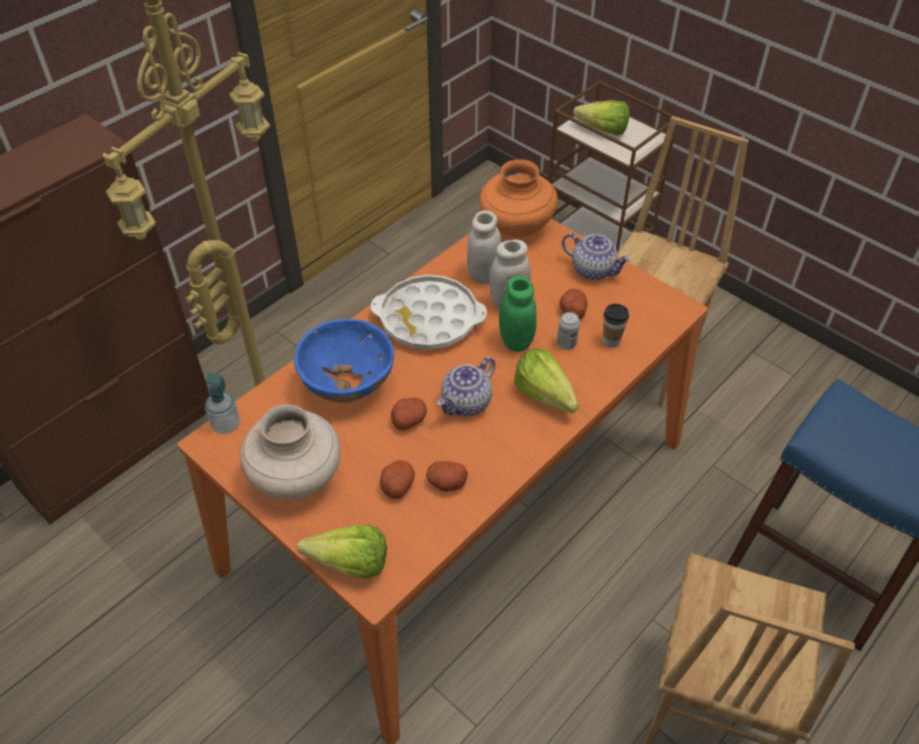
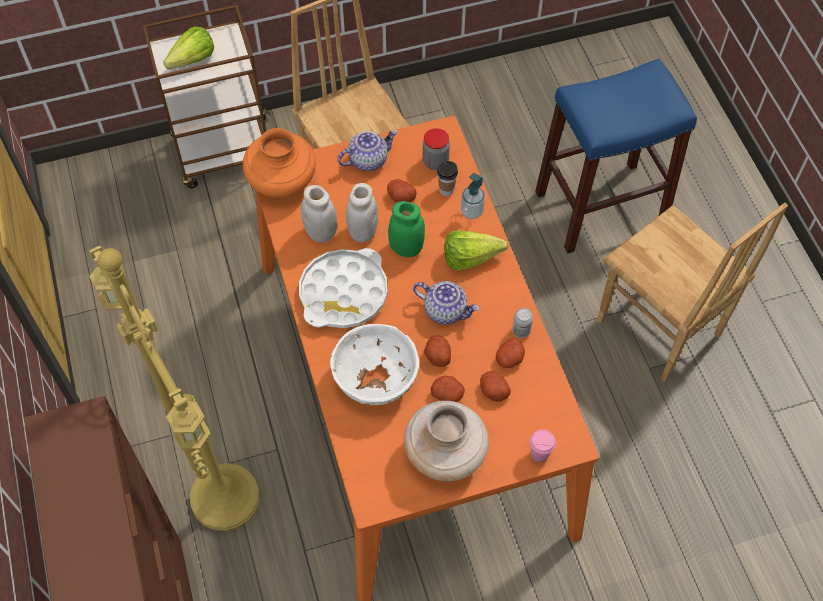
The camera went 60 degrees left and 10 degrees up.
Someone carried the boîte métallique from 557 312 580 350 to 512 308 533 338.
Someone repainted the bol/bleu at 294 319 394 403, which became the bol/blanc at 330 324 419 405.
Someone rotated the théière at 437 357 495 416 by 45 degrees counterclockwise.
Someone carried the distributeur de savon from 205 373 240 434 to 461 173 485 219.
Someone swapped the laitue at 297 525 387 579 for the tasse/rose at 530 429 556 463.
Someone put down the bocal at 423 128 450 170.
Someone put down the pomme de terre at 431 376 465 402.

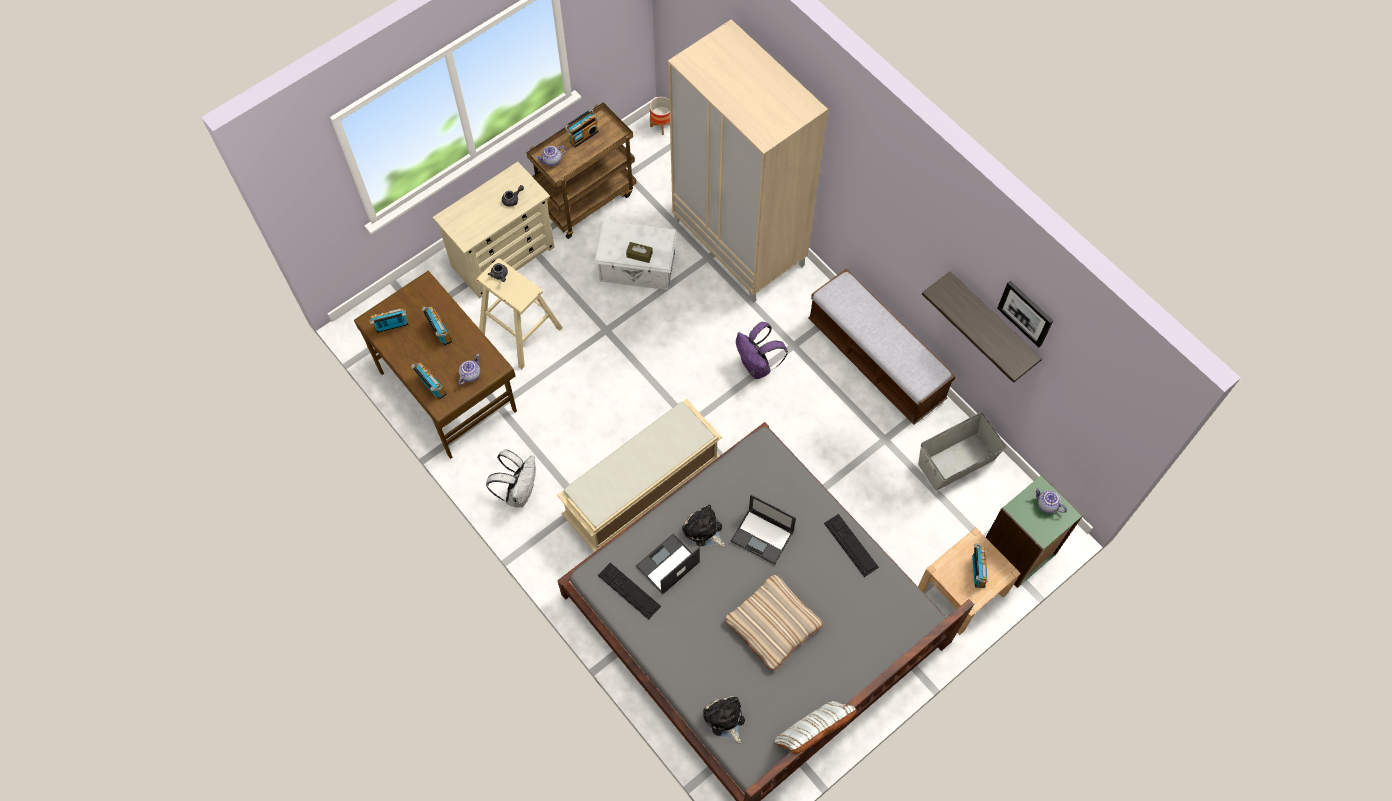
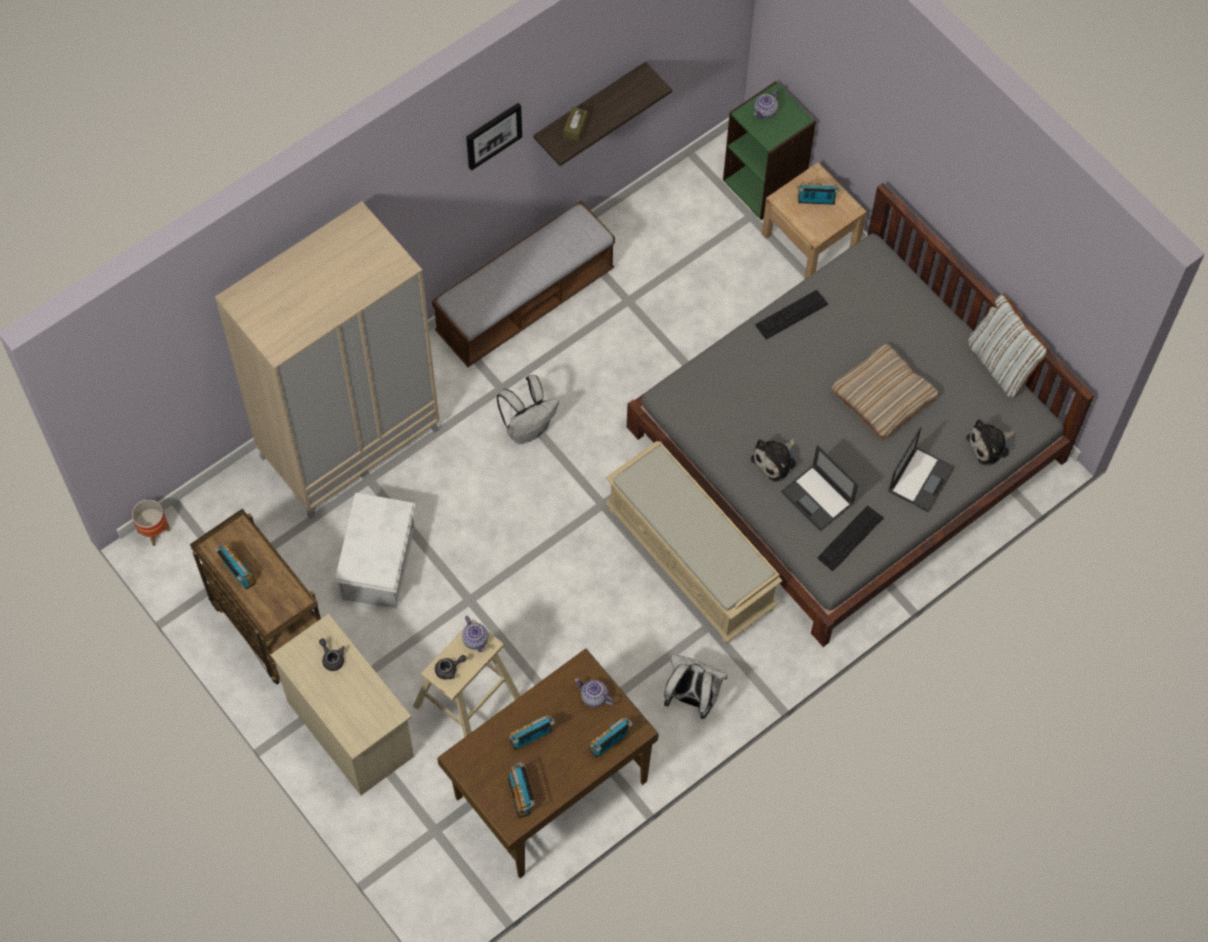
The camera went 90 degrees left and 0 degrees up.
Someone carried the théière from 535 146 566 166 to 462 616 488 652.
Someone carried the boîte à mouchoirs/marron from 626 242 653 263 to 563 107 588 142.
Someone carried the tableau from 997 281 1053 348 to 466 103 522 171.
Someone repainted the sac à dos/violet at 736 322 788 379, which became the sac à dos/blanc at 497 375 559 444.
Someone took away the boîte de rangement/gris at 918 412 1006 491.
Someone carried the ordinateur portable from 731 495 796 565 to 888 427 955 512.

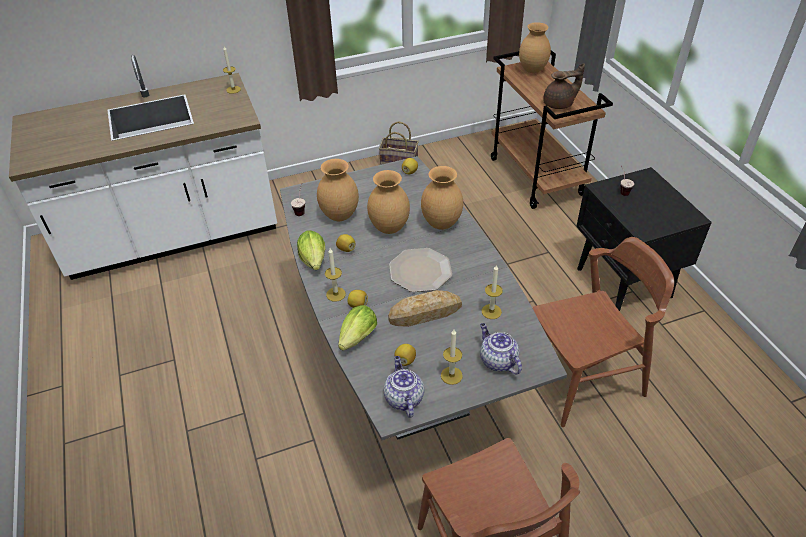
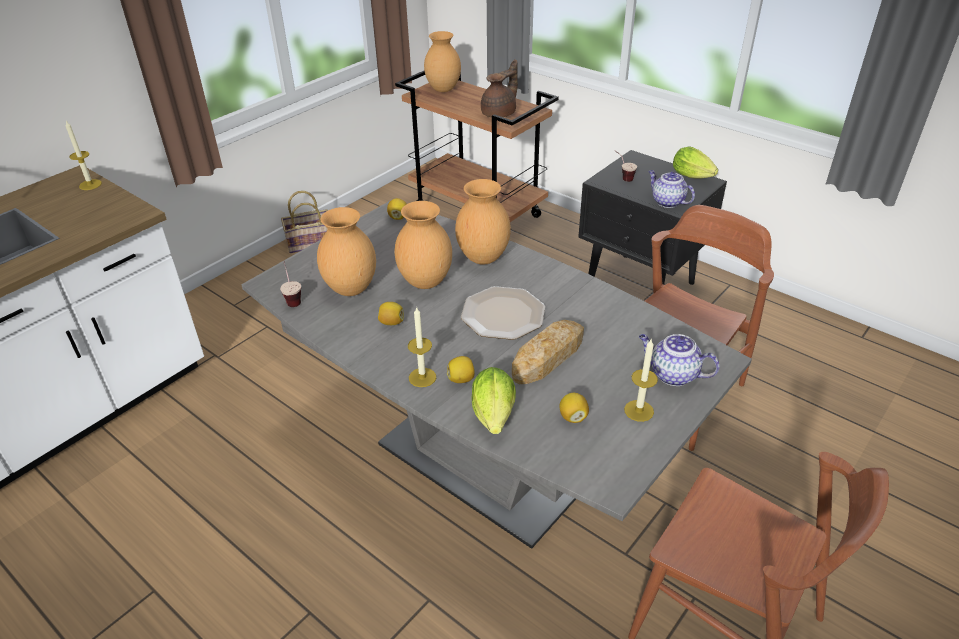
The camera went 30 degrees left and 5 degrees down.
Someone carried the laitue from 297 231 325 270 to 673 146 718 179.
Someone took away the bougie at 482 264 503 319.
Someone carried the théière from 383 356 424 418 to 648 170 695 208.

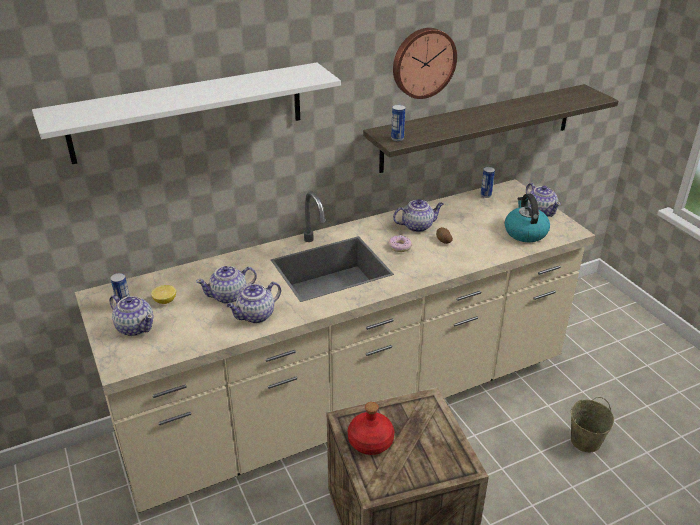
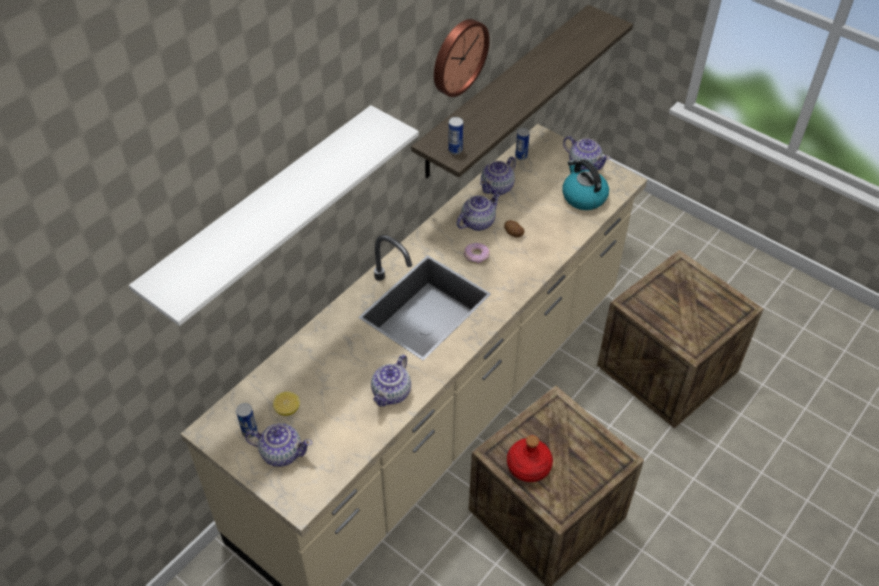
The camera went 25 degrees left and 15 degrees up.
Someone carried the théière from 196 266 257 304 to 480 157 516 195.
Someone swapped the seau/beige at 571 397 614 452 for the caisse at 597 250 763 428.

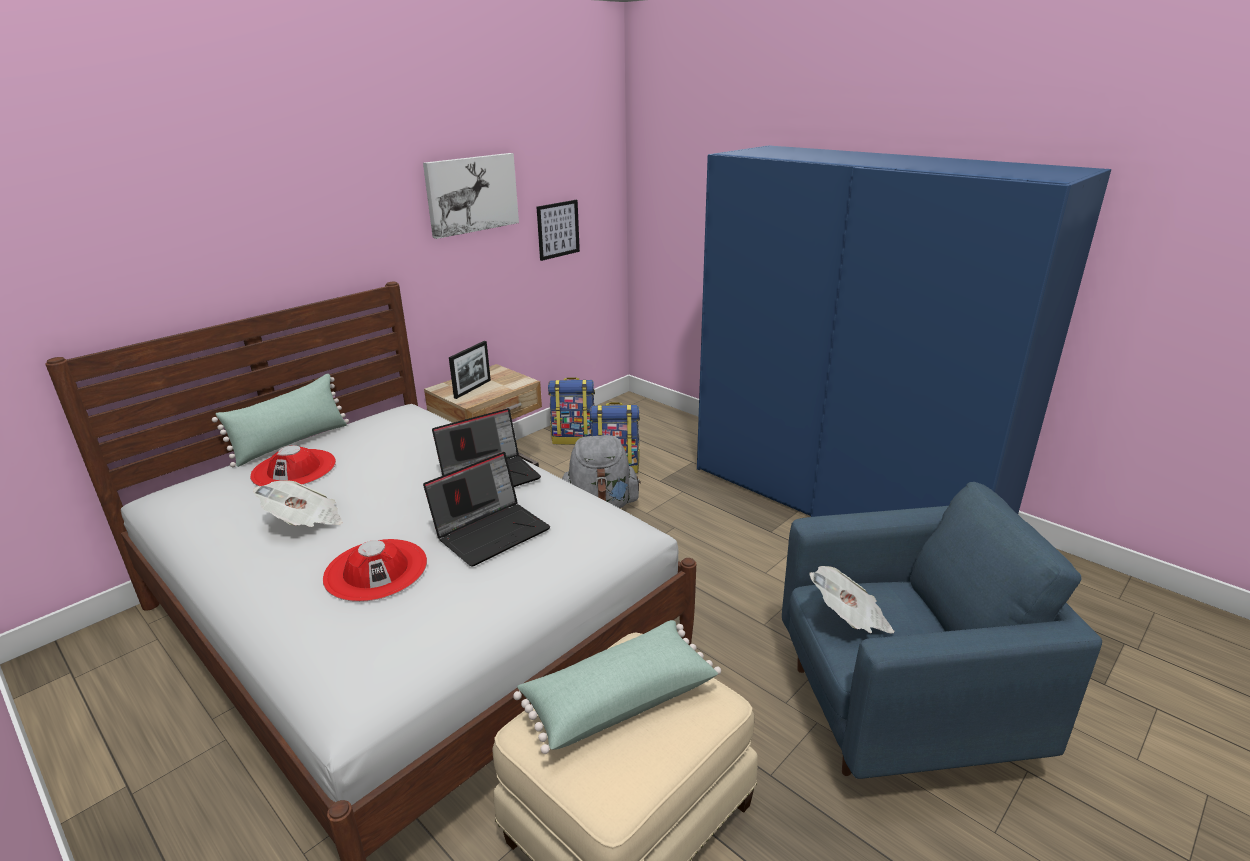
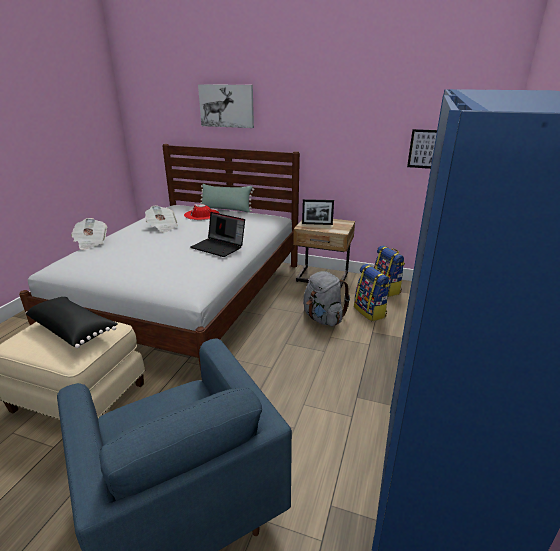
The camera went 65 degrees right and 0 degrees up.
Someone carried the tableau from 423 153 519 239 to 198 84 254 128.
Someone took away the ordinateur portable at 423 452 550 567.
Someone took away the chapeau/rouge at 323 539 427 602.
Someone carried the journal from 809 566 894 634 to 71 218 107 250.
Someone repainted the coussin/vert at 513 620 721 754, which became the coussin/noir at 26 297 118 348.

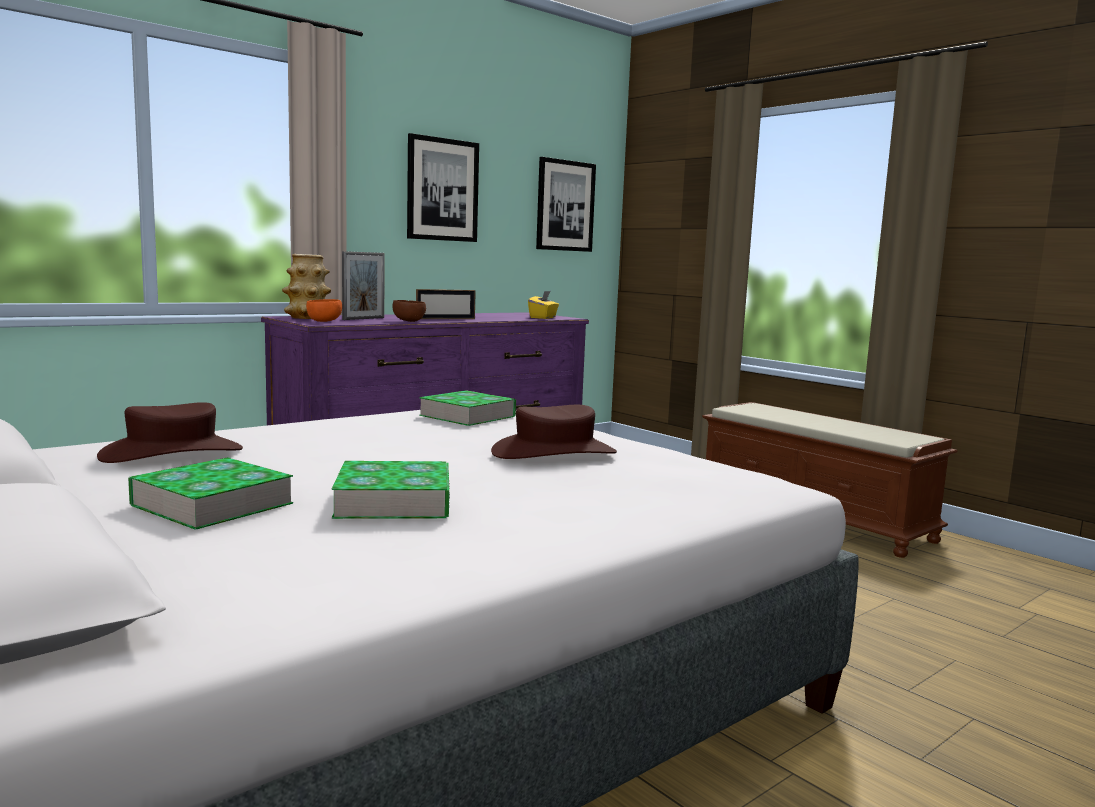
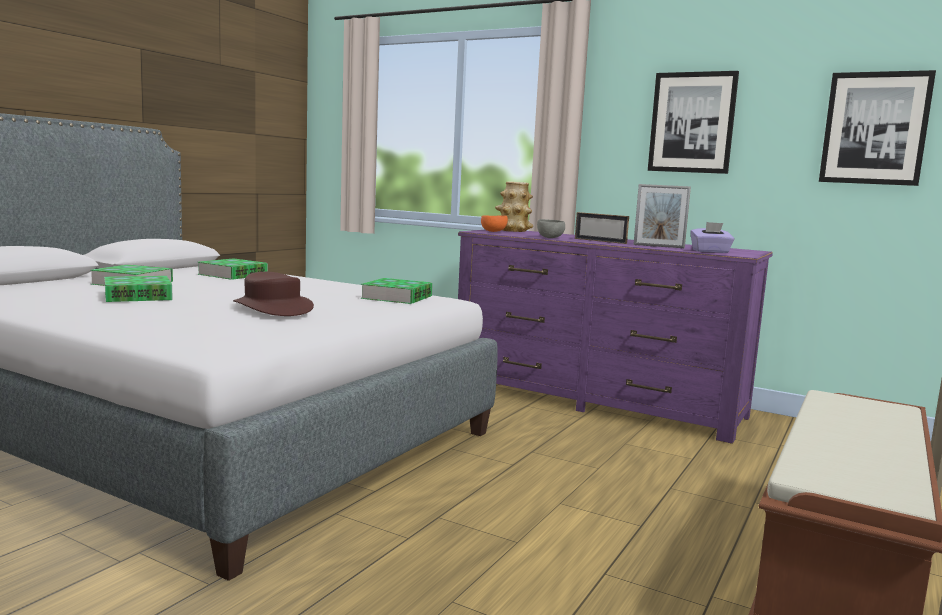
The camera went 70 degrees right and 0 degrees up.
Someone carried the cadre photo from 342 251 385 320 to 633 184 691 248.
Someone repainted the boîte à mouchoirs/jaune at 528 291 559 319, which became the boîte à mouchoirs/violet at 690 222 734 253.
Someone repainted the bol/marron at 392 300 426 322, which became the bol/gris at 537 219 565 238.
Someone swapped the chapeau/marron at 97 402 243 463 for the livre at 198 258 268 280.

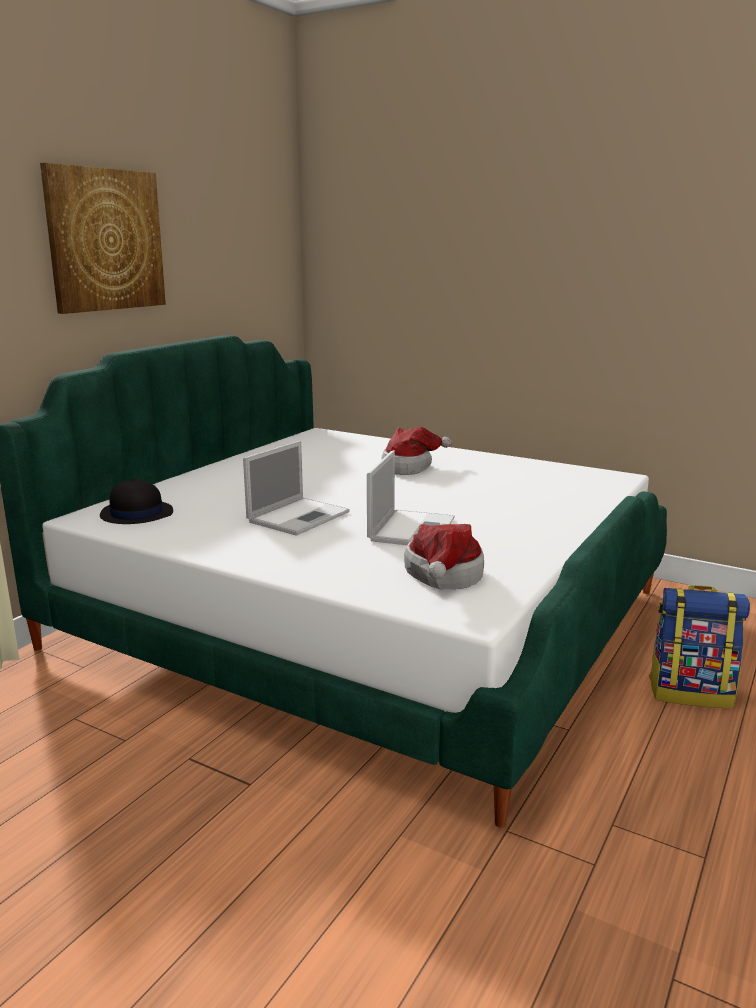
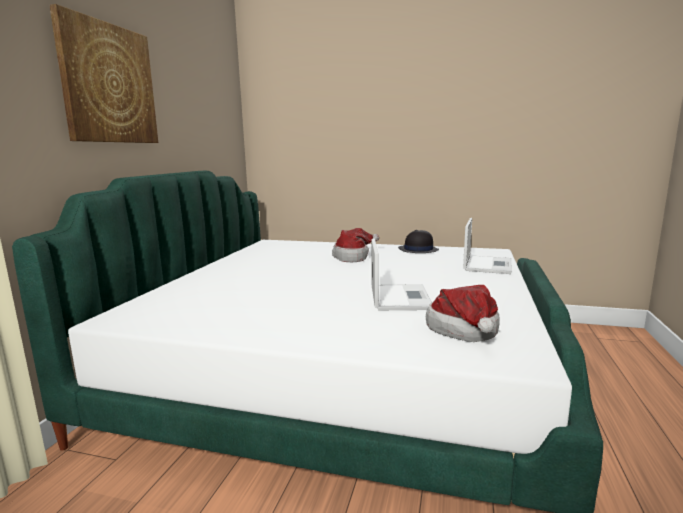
The camera went 15 degrees left and 5 degrees down.
Someone carried the ordinateur portable from 243 441 350 536 to 463 218 512 274.
Someone carried the chapeau/noir from 100 479 173 524 to 398 230 439 253.
Someone took away the sac à dos at 649 585 750 708.

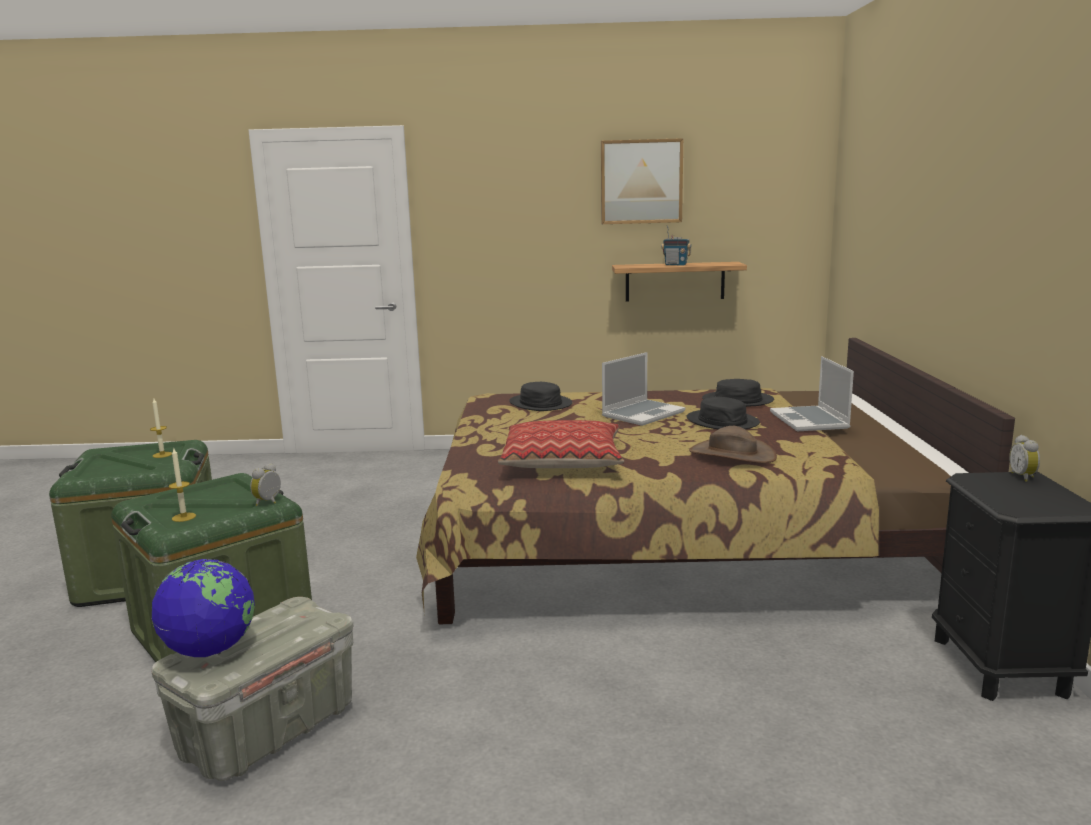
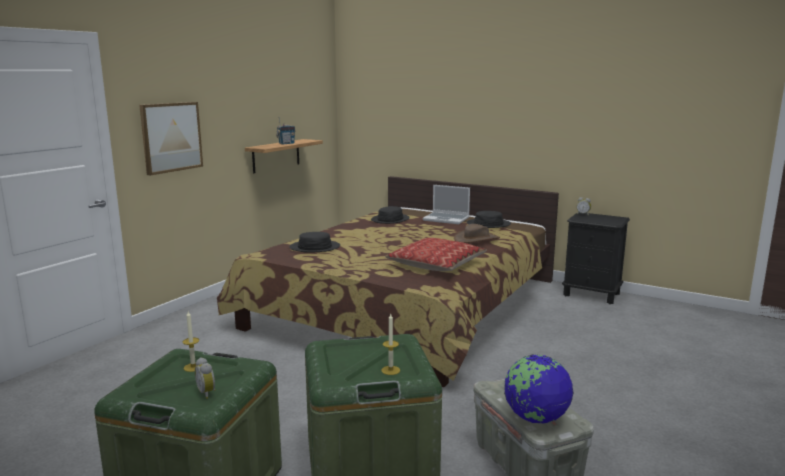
The camera went 60 degrees left and 0 degrees up.
Someone carried the tableau from 601 138 683 224 to 139 102 203 175.
Someone took away the ordinateur portable at 602 352 685 426.
Someone carried the chapeau/noir from 687 396 760 430 to 467 211 511 228.
Someone carried the réveil from 250 463 281 506 to 195 357 216 399.

